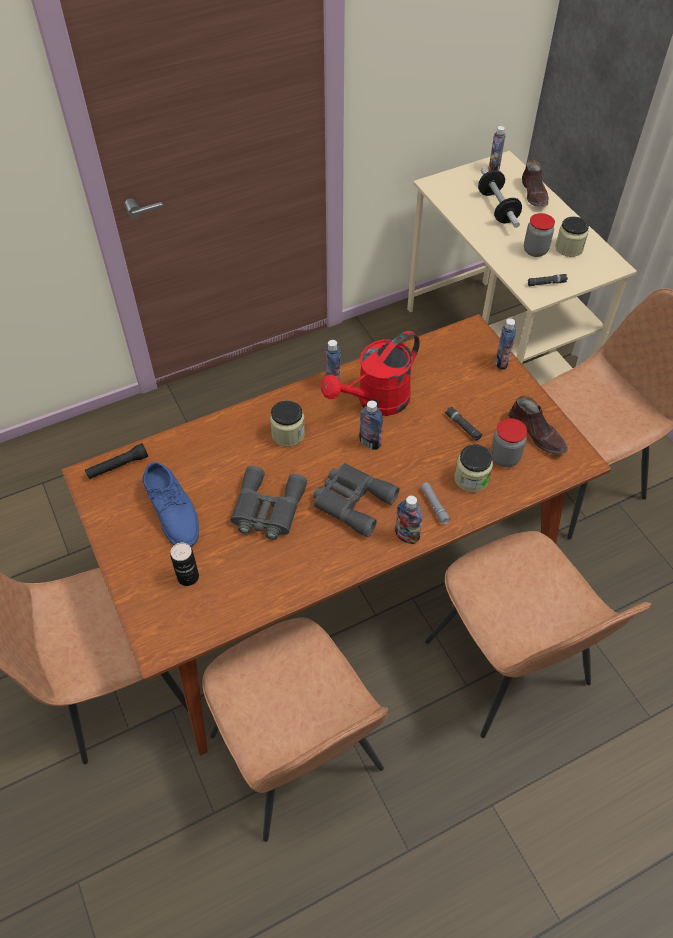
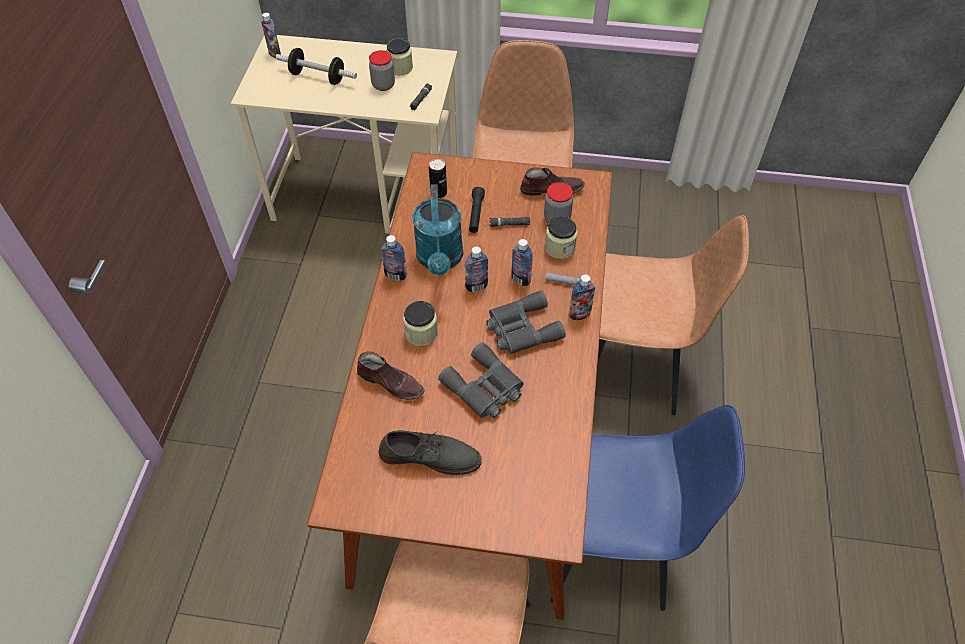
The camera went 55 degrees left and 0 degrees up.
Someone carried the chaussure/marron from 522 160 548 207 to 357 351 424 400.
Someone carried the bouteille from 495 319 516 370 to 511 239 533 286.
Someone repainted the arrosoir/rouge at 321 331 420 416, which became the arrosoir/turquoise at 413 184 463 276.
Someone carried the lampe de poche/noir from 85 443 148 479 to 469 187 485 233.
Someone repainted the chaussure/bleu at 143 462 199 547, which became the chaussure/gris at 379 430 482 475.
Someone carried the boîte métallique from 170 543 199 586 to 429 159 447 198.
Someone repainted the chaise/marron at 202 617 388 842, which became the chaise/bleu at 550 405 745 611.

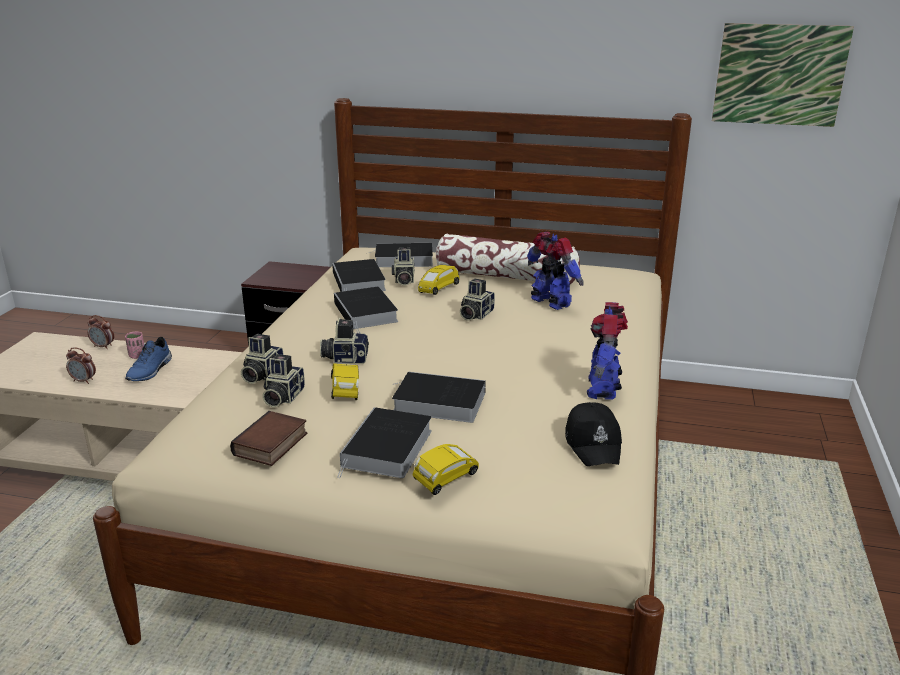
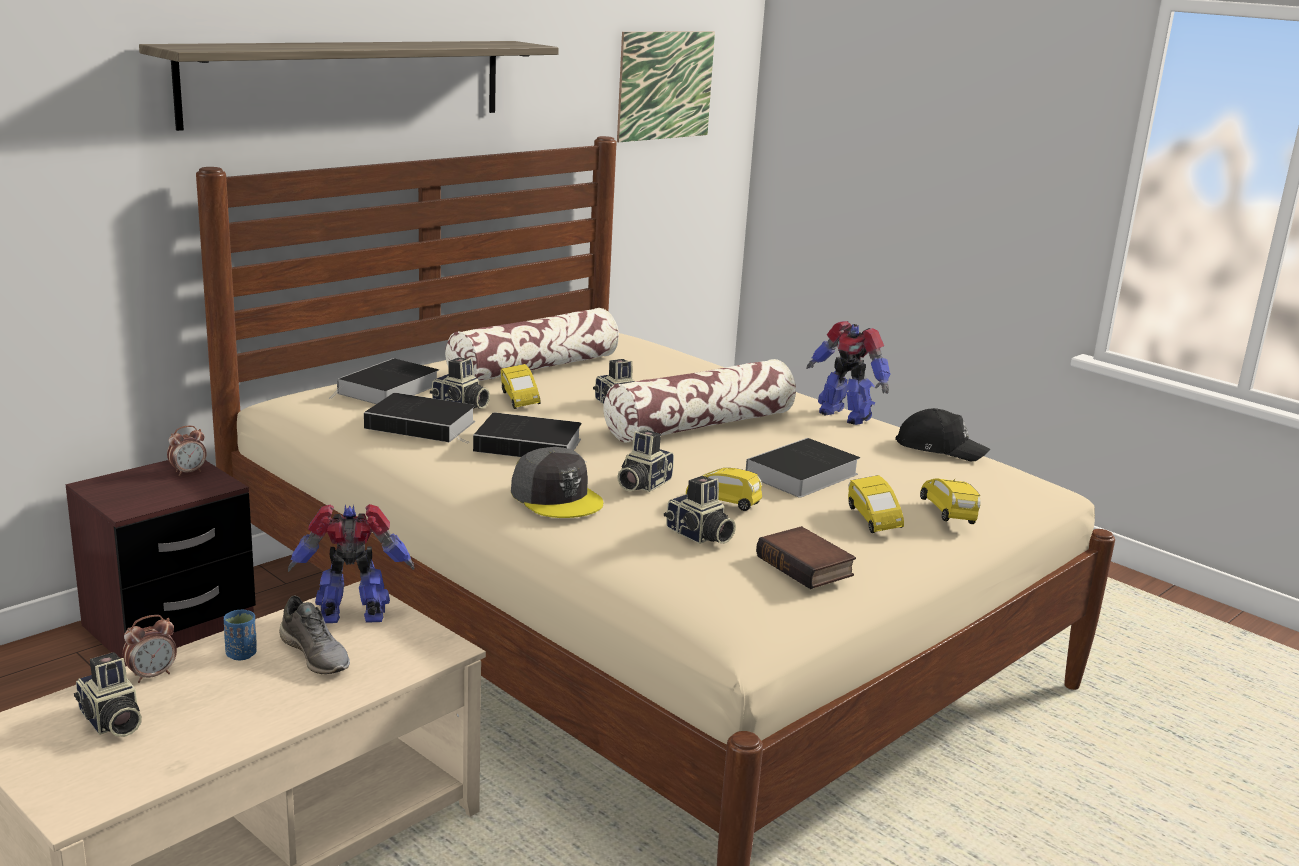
The camera went 60 degrees left and 5 degrees down.
Someone carried the robot jouet from 527 232 583 310 to 288 504 415 623.
Someone repainted the tasse/rose at 125 332 144 359, which became the tasse/bleu at 224 610 257 660.
Someone carried the appareil photo from 241 334 284 384 to 74 652 142 737.
Someone repainted the chaussure/bleu at 125 337 172 381, which became the chaussure/gris at 279 595 350 674.
Someone carried the réveil from 66 347 96 384 to 167 426 206 476.
Someone swapped the livre at 337 407 432 478 for the petite voiture/jaune at 848 475 904 533.
Someone put up the étagère at 139 41 559 131.
Someone put down the coussin at 603 359 796 443.
Someone put down the casquette/gris at 511 447 603 518.

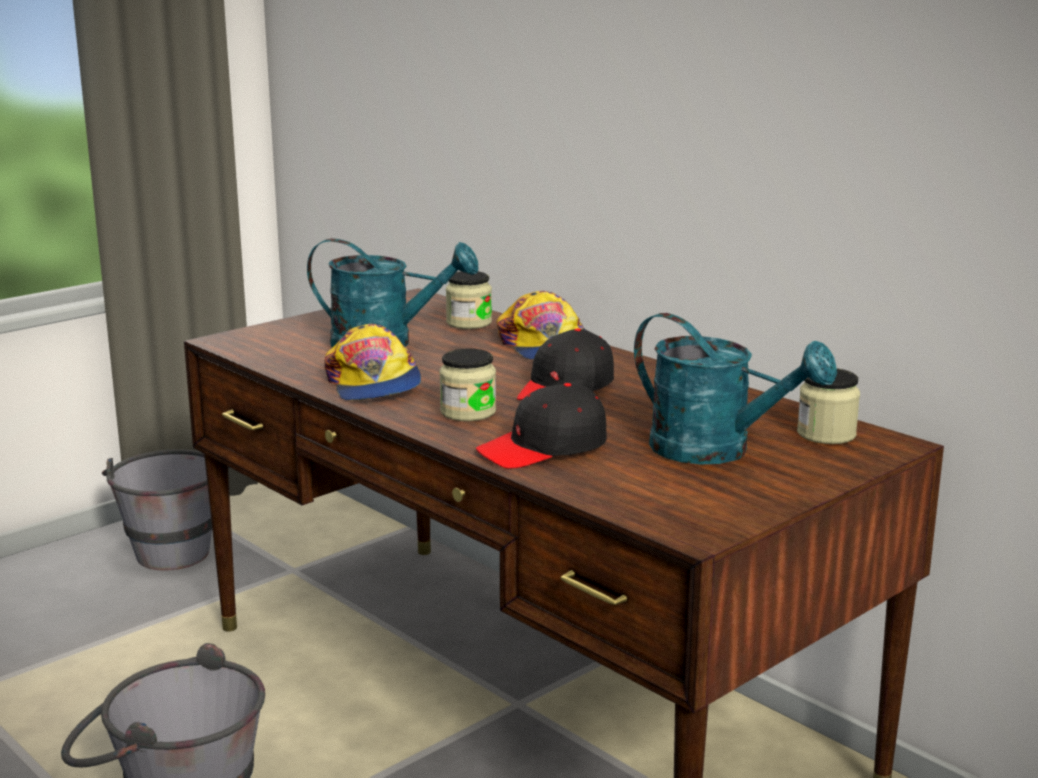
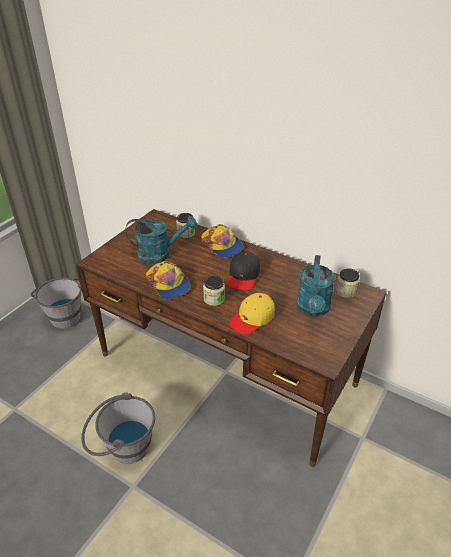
The camera went 15 degrees left and 20 degrees up.
Someone rotated the arrosoir/turquoise at 634 313 837 464 by 75 degrees clockwise.
Someone repainted the casquette/noir at 476 383 607 469, which became the casquette/jaune at 228 293 275 335.

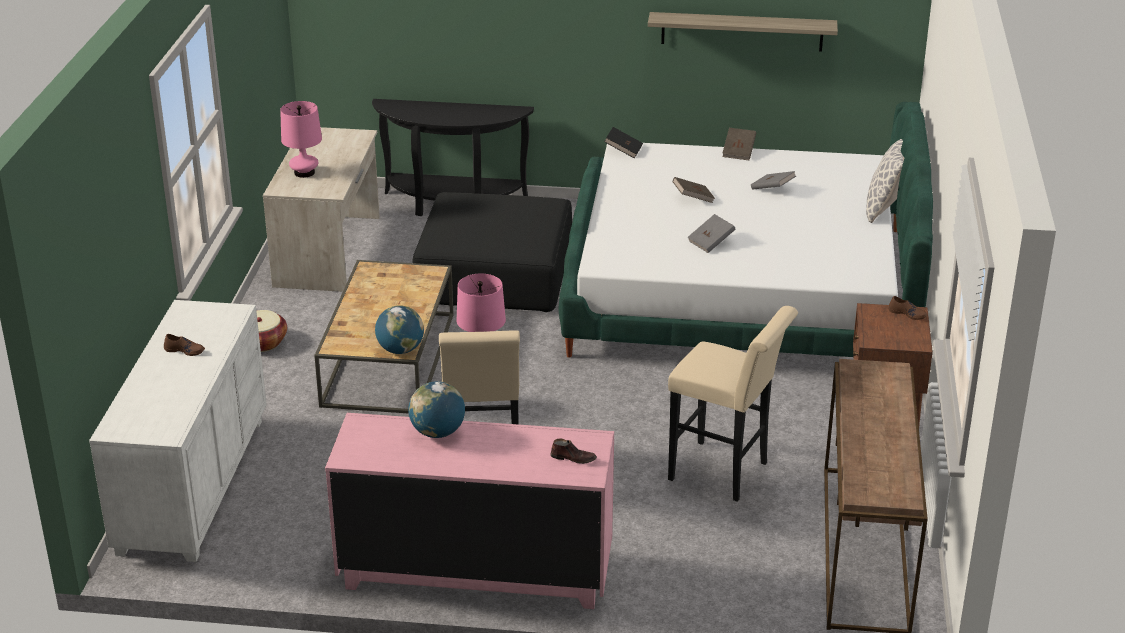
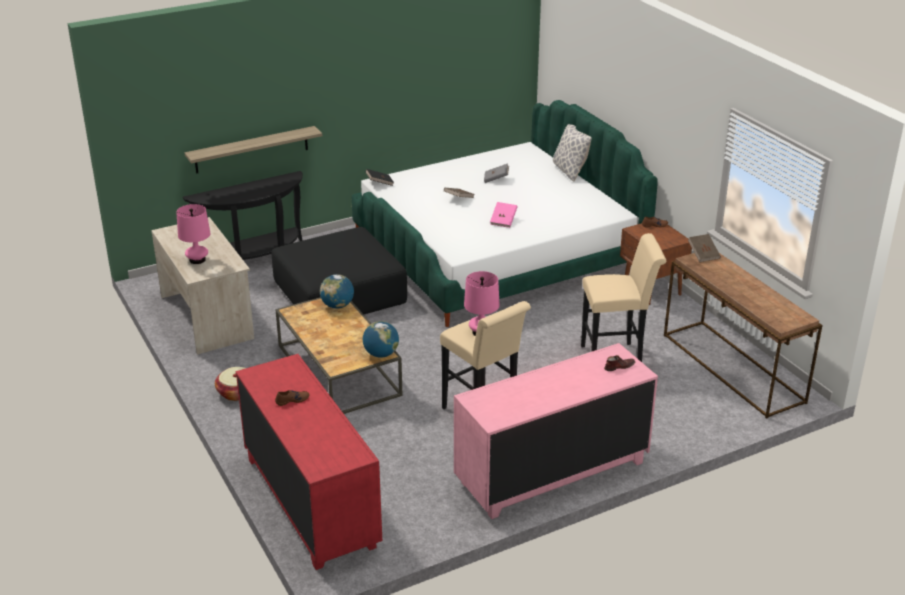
The camera went 35 degrees left and 0 degrees up.
Someone carried the étagère from 648 12 838 51 to 184 126 322 174.
Someone carried the livre/marron from 722 128 756 160 to 688 234 721 262.
Someone repainted the livre/gris at 687 214 735 253, which became the livre/rose at 490 202 518 228.
Someone repainted the commode/blanc at 89 300 267 562, which became the commode/rouge at 236 354 382 570.
Someone carried the globe from 408 381 465 438 to 320 274 354 309.

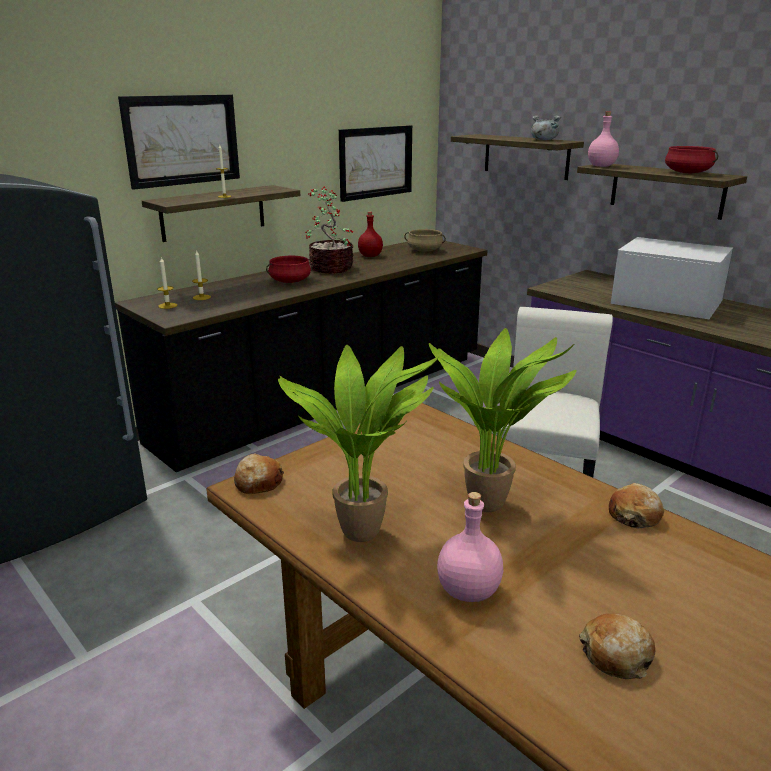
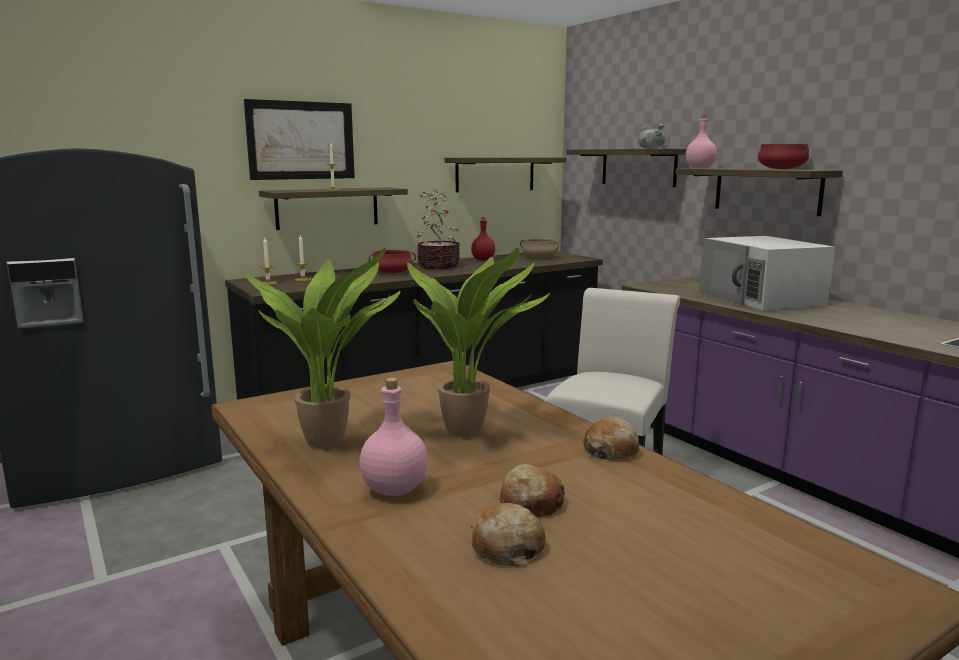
The camera went 10 degrees right and 10 degrees down.
Someone swapped the tableau at 339 125 412 202 for the étagère at 444 158 566 193.
Someone rotated the micro-ondes/blanc at 611 237 734 319 by 150 degrees counterclockwise.
Someone carried the pain from 234 453 284 494 to 499 464 565 517.

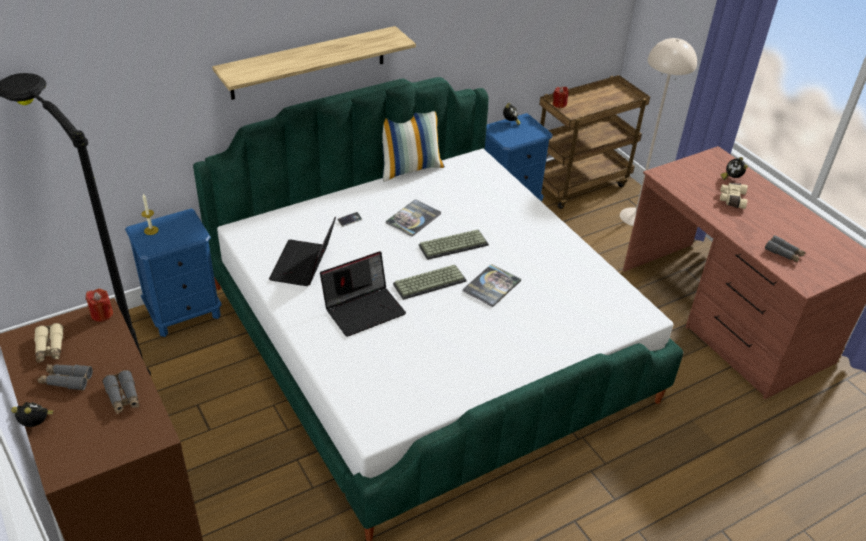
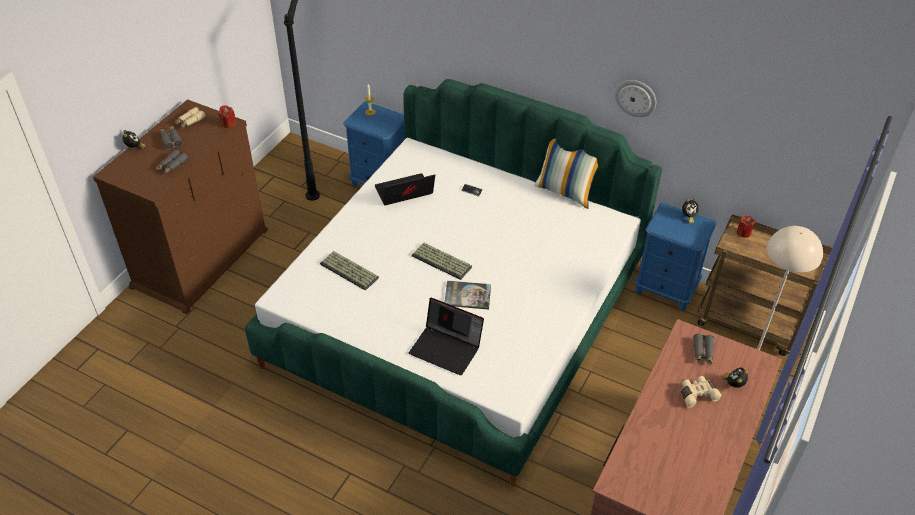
The camera went 60 degrees right and 5 degrees up.
Someone took away the étagère at 212 26 416 100.
Someone took away the livre at 386 199 441 237.
Someone carried the clavier from 419 229 489 260 to 320 251 379 291.
Someone carried the jumelles/gris from 765 235 806 262 to 693 333 714 365.
Someone carried the ordinateur portable from 320 251 406 337 to 409 298 484 375.
Someone put up the horloge murale at 615 80 656 117.

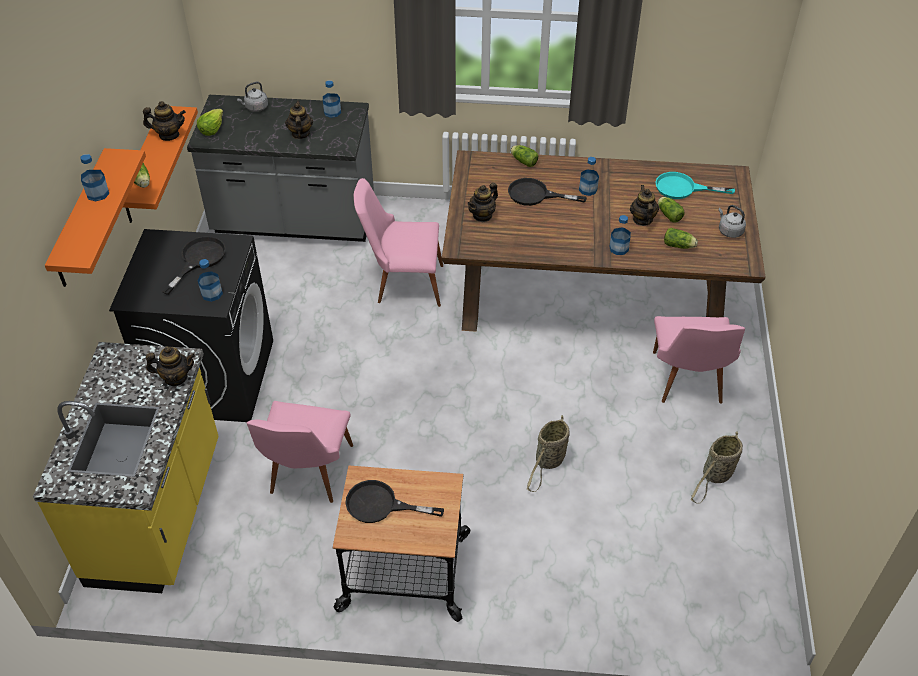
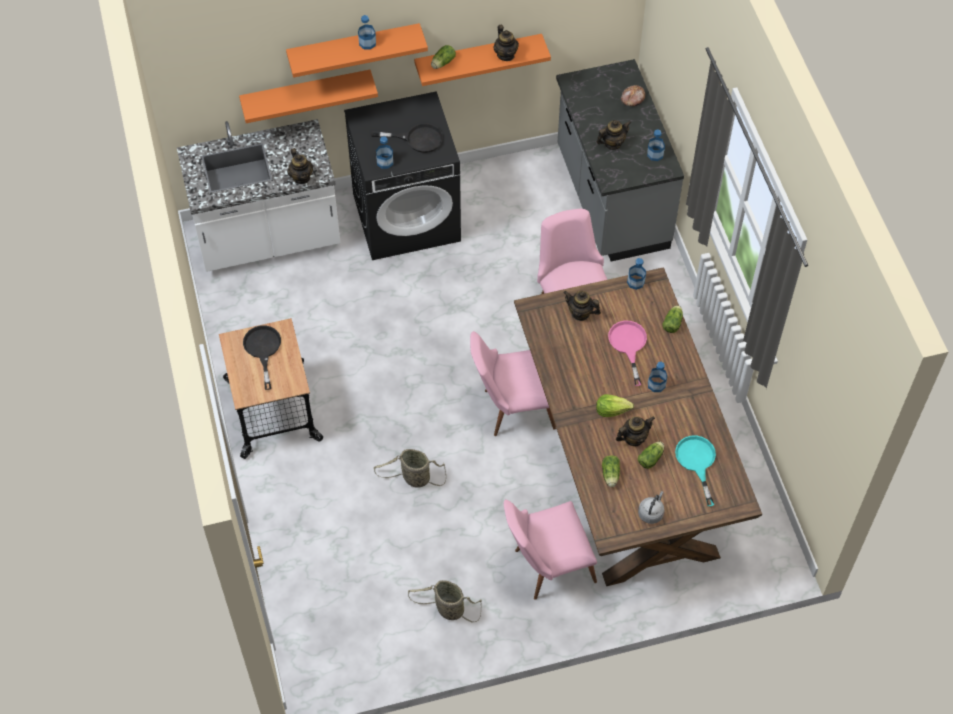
The camera went 70 degrees right and 10 degrees up.
Someone swapped the bouilloire/gris at 237 82 268 112 for the pain at 621 85 645 106.
Someone carried the laitue from 197 109 223 136 to 596 394 634 417.
Someone repainted the poêle/noir at 508 178 587 206, which became the poêle/rose at 608 321 647 386.
Someone carried the bouteille from 609 215 631 255 to 627 258 646 290.
Someone repainted the comptoir de cuisine/jaune at 33 342 219 593, which became the comptoir de cuisine/blanc at 177 119 341 272.
Someone carried the chaise/rose from 247 401 353 503 to 470 331 556 436.
Someone put up the étagère/orange at 239 70 378 123.

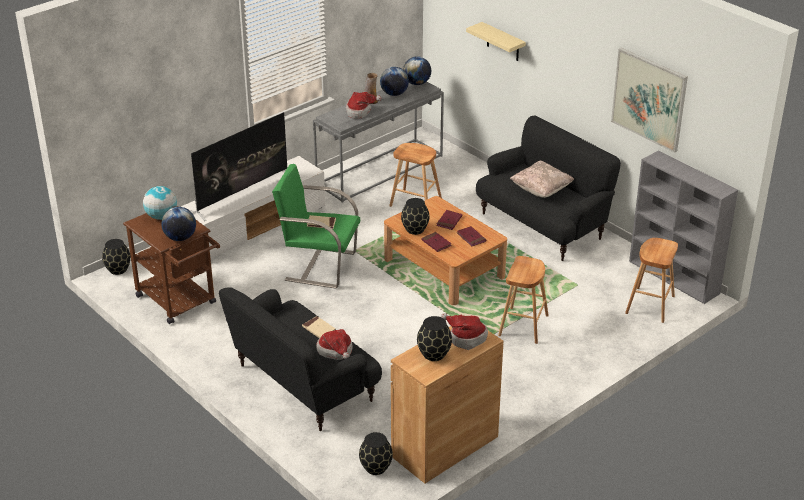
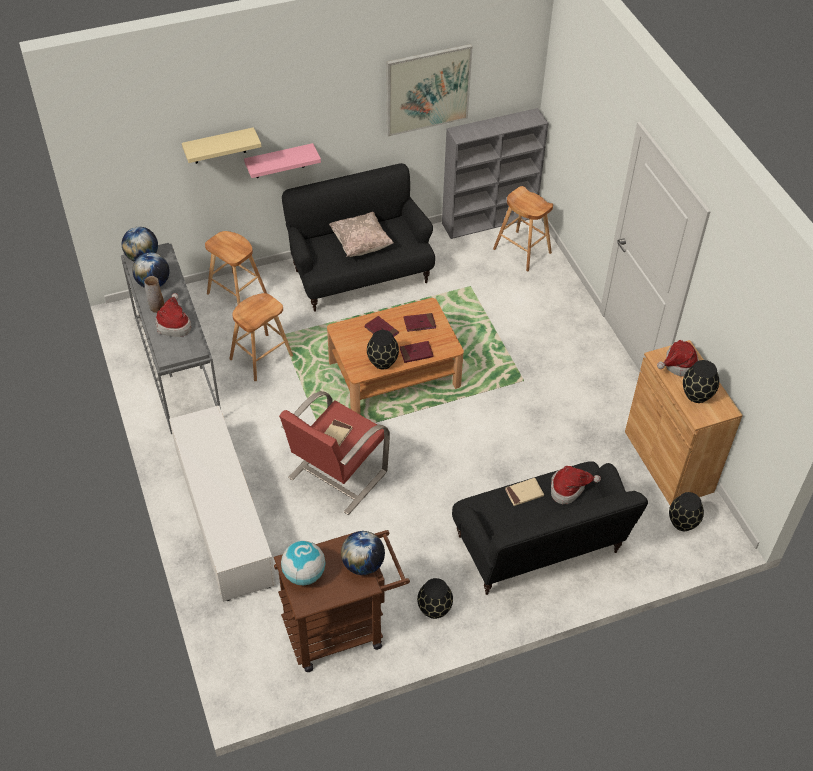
The camera went 70 degrees left and 15 degrees up.
Someone took away the téléviseur at 191 112 287 221.
Someone repainted the fauteuil/vert at 272 164 360 289, which became the fauteuil/rouge at 279 391 390 515.
Someone carried the vase/noir from 102 239 131 275 to 417 578 453 619.
Someone carried the tabouret/marron from 498 256 549 344 to 205 231 267 304.
Someone put up the étagère/rose at 244 143 321 178.

